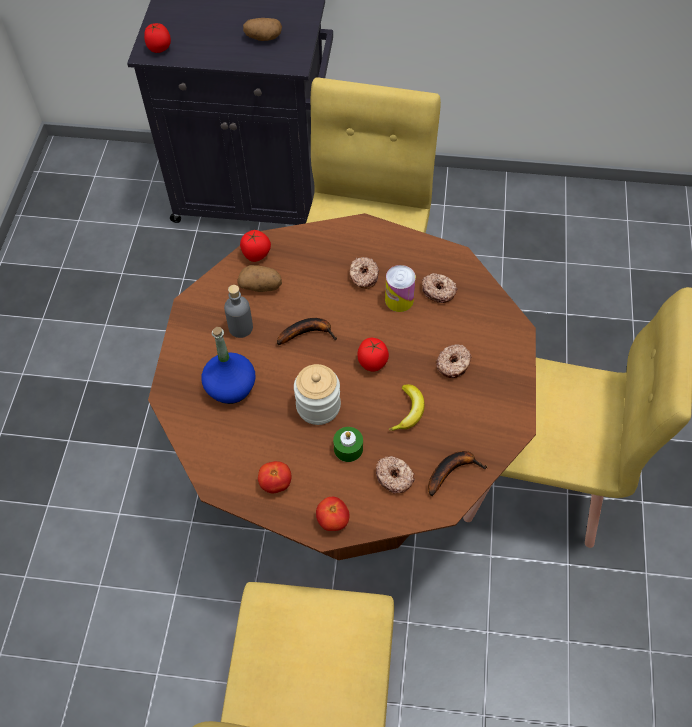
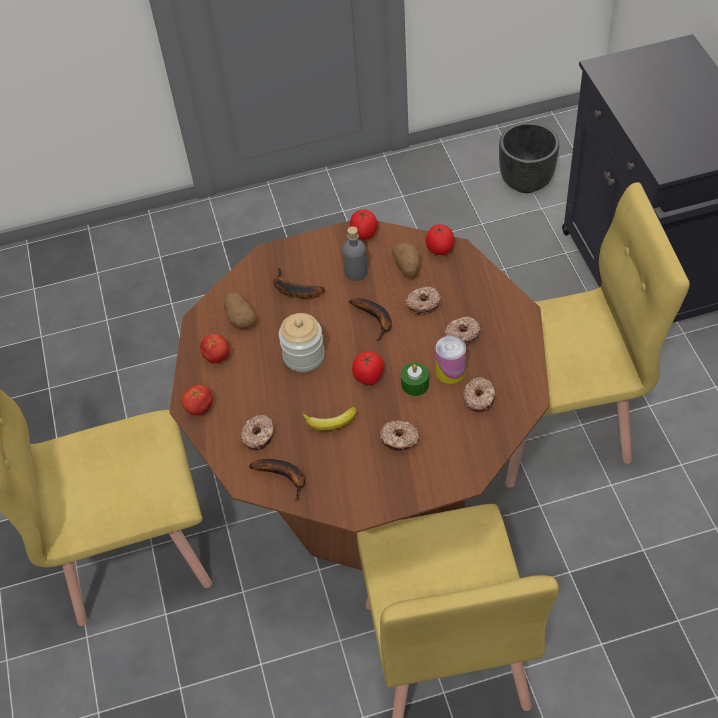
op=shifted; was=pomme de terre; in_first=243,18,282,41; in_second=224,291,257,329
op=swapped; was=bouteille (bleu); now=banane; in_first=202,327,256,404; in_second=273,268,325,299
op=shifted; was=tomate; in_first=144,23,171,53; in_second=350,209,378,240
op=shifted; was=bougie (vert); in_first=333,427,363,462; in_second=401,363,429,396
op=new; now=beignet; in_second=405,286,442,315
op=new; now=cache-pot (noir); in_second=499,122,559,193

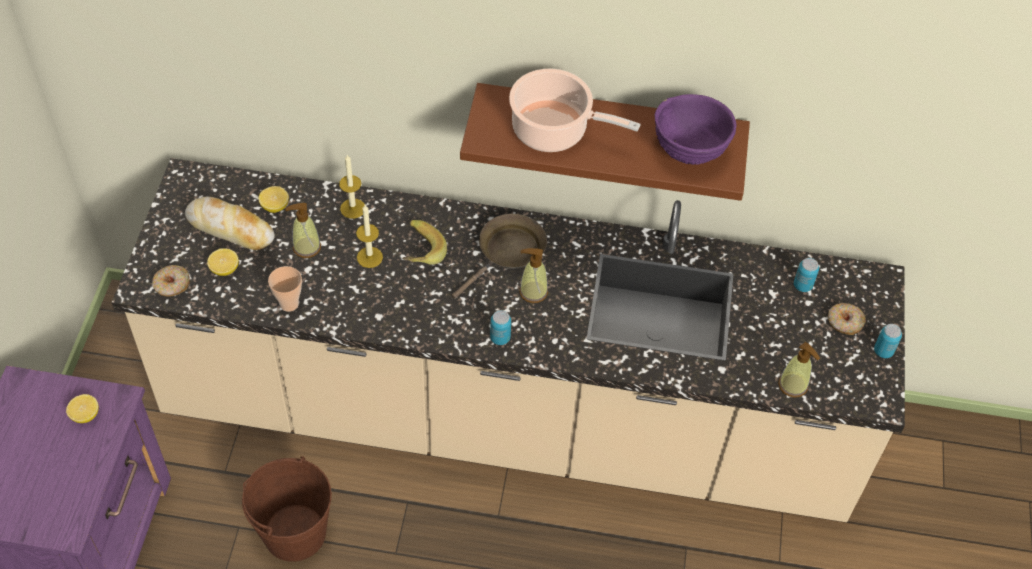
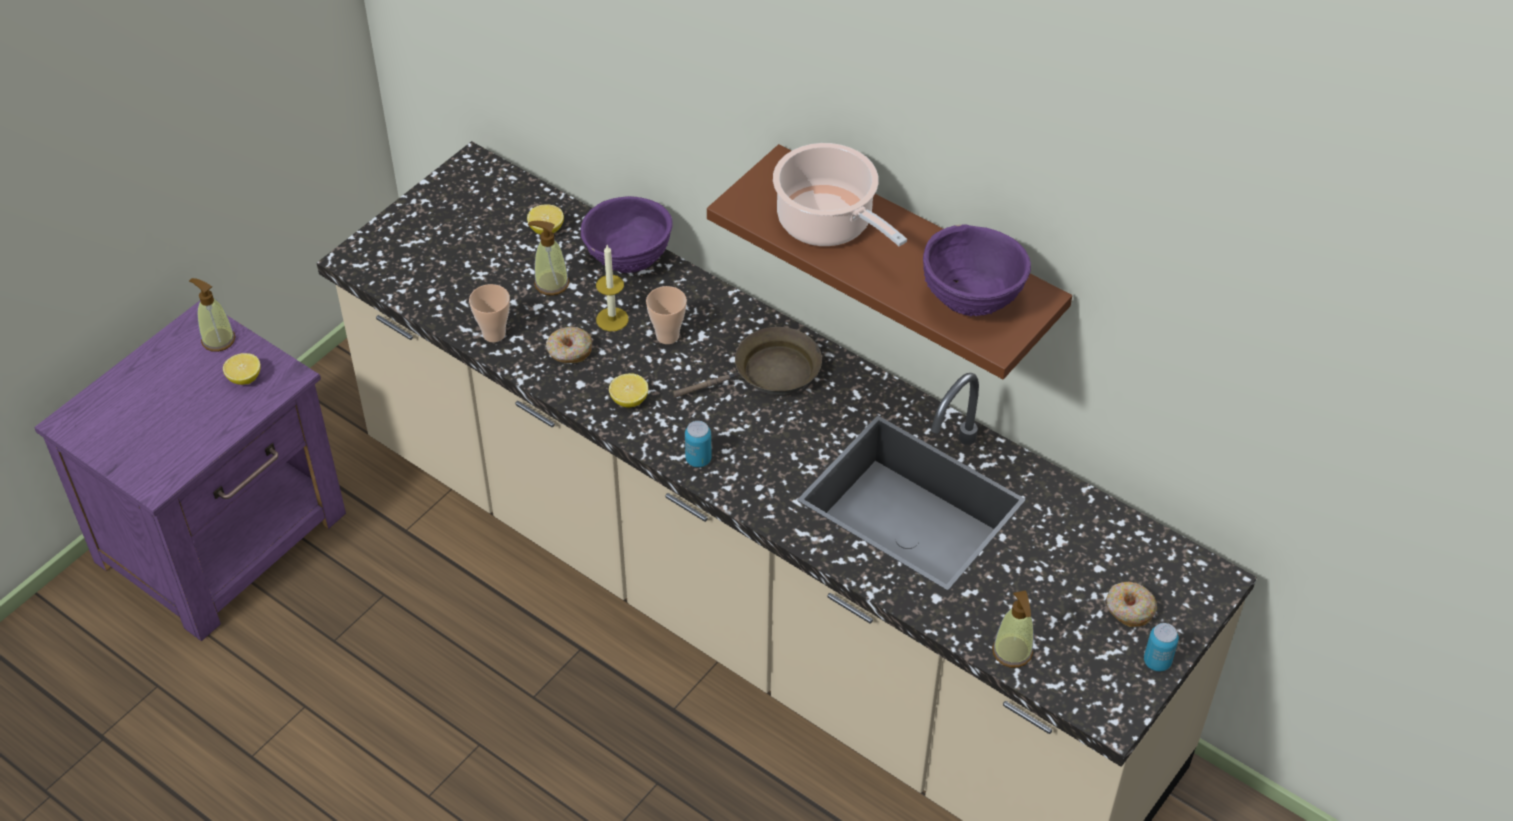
op=shifted; was=distributeur de savon; in_first=519,248,548,303; in_second=189,278,235,352
op=shifted; was=beignet; in_first=152,265,190,297; in_second=546,327,593,363
op=swapped; was=bougie; now=bol (violet); in_first=339,155,365,219; in_second=581,196,673,273
op=shifted; was=citron; in_first=207,248,239,276; in_second=609,373,648,407
op=swapped; was=banane; now=tasse; in_first=402,220,447,265; in_second=646,286,687,344
op=gone; was=pain; in_first=185,196,275,250
op=gone; was=seau (marron); in_first=242,456,332,562
op=gone; was=boîte métallique; in_first=794,258,819,292

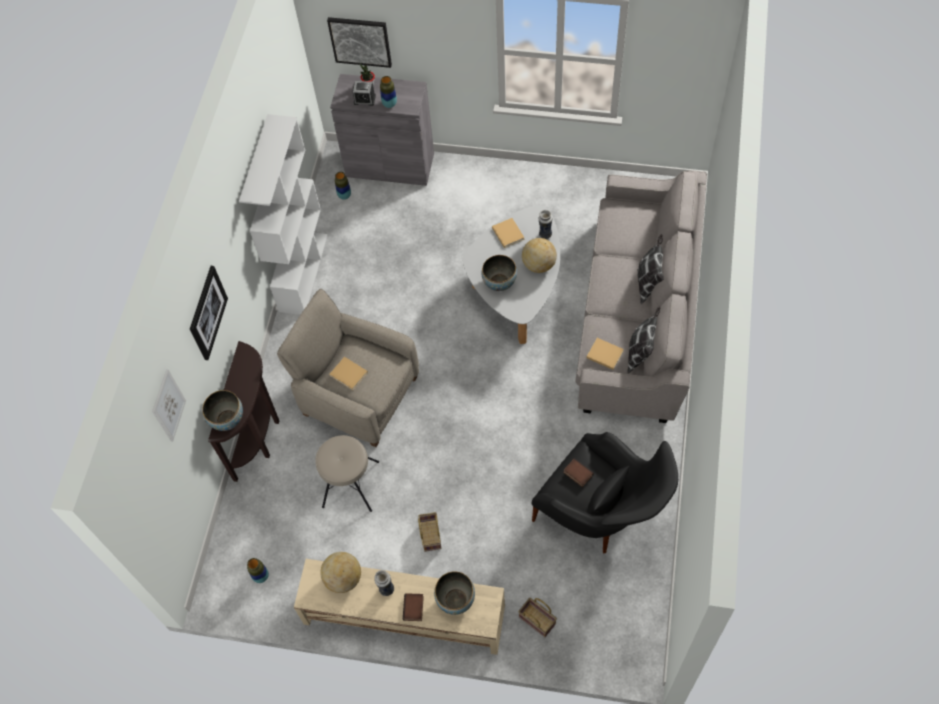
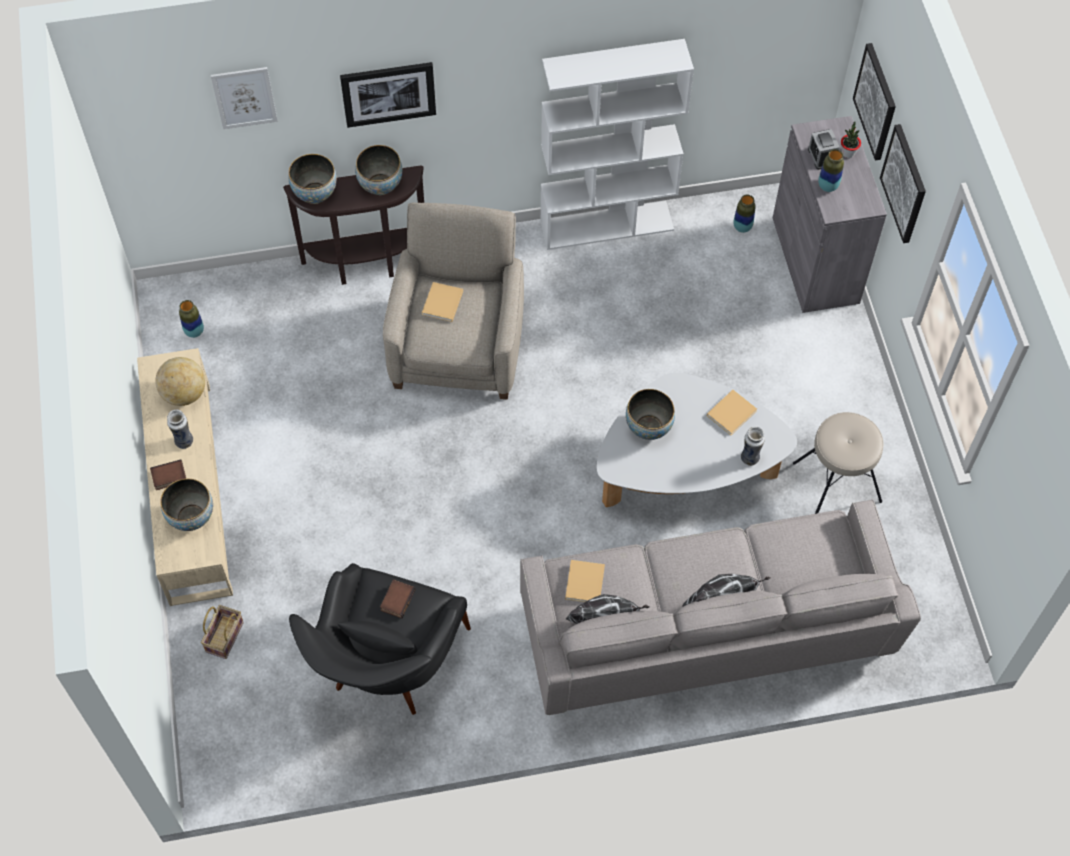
op=new; now=bol; in_second=355,145,403,195
op=shifted; was=tabouret (beige); in_first=315,435,379,512; in_second=793,412,883,514
op=new; now=tableau; in_second=880,124,926,243
op=gone; was=panier; in_first=418,512,441,552
op=gone; was=globe; in_first=522,238,557,273

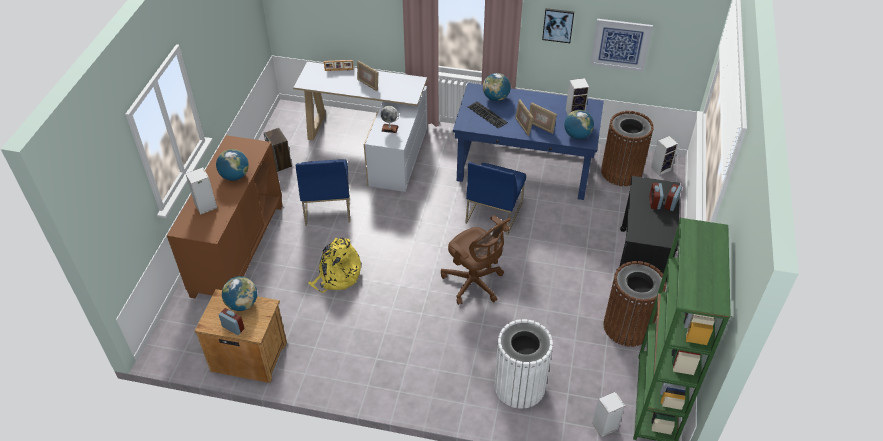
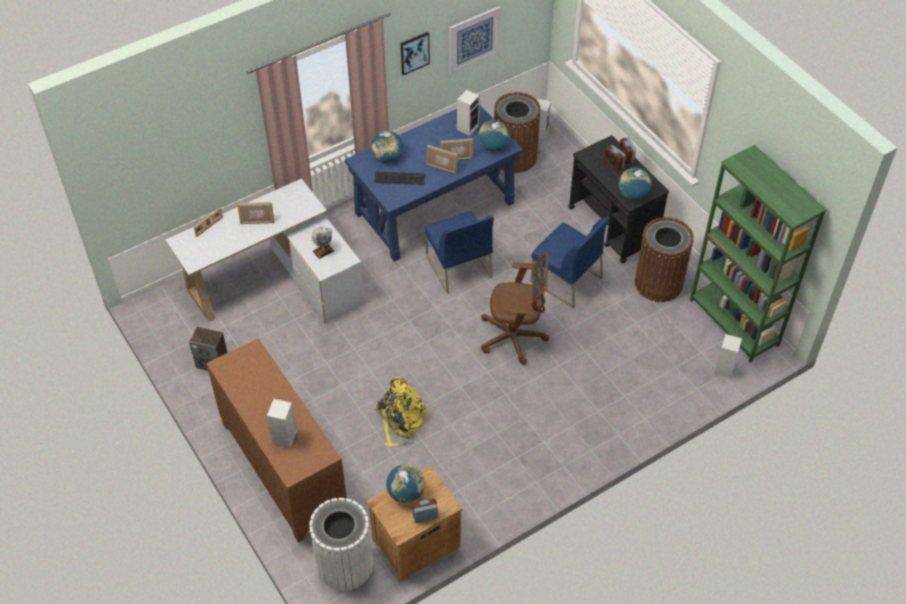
op=shifted; was=poubelle (blanc); in_first=494,319,553,409; in_second=309,498,373,591
op=shifted; was=chaise (bleu); in_first=296,159,350,226; in_second=531,217,610,308
op=shifted; was=globe; in_first=216,149,249,181; in_second=619,168,652,200

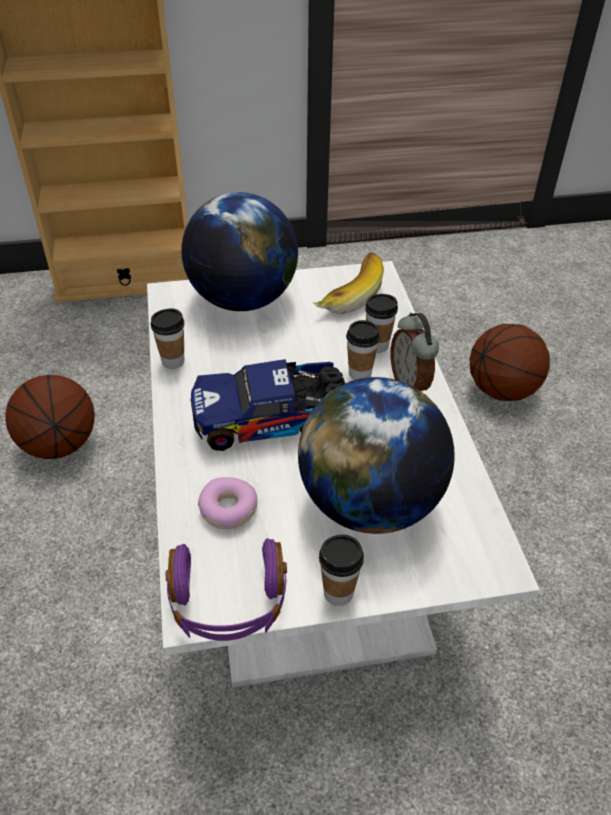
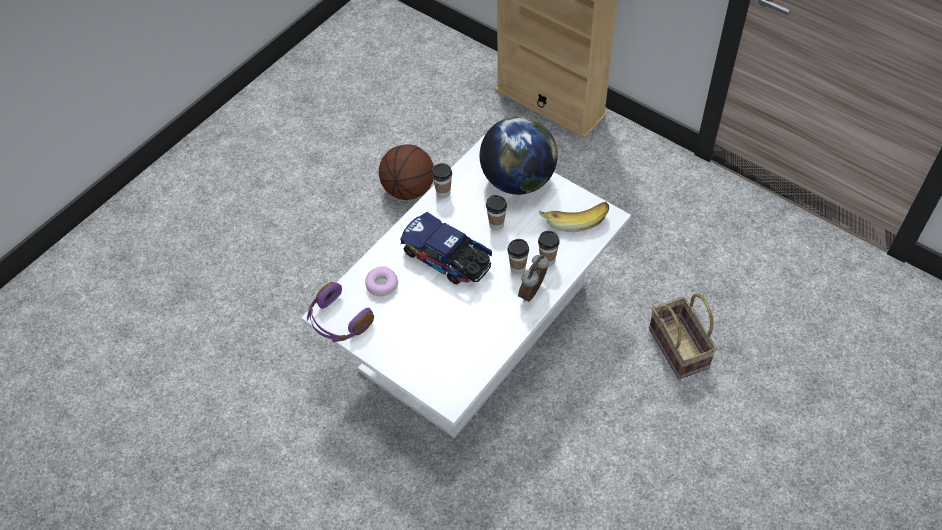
op=shifted; was=tasse; in_first=319,534,364,606; in_second=486,195,507,230
op=swapped; was=ballon de basket; now=panier; in_first=469,324,550,401; in_second=649,293,717,380
op=gone; was=globe; in_first=298,377,455,534

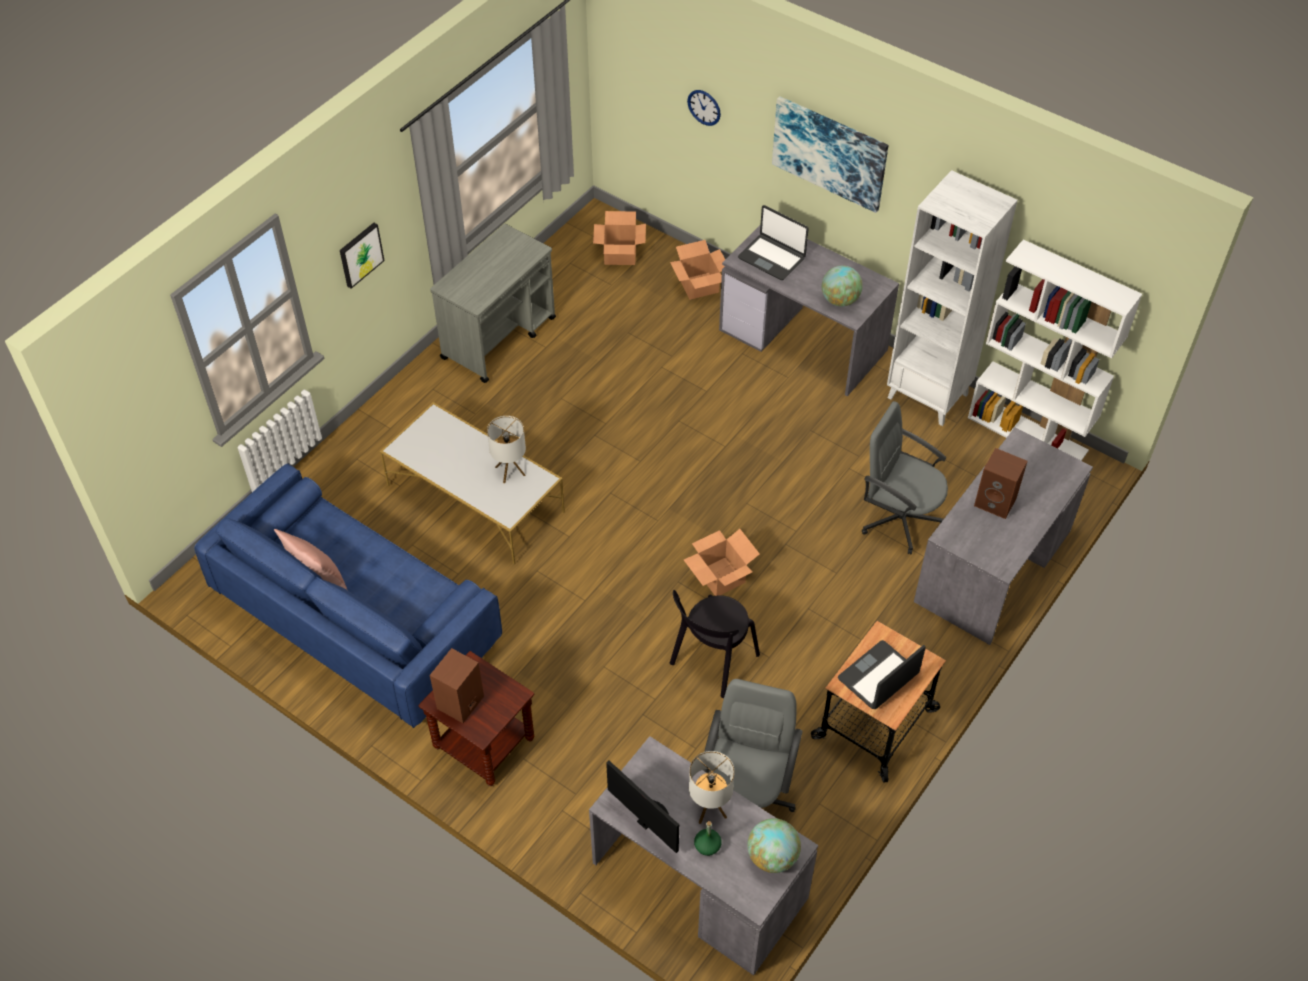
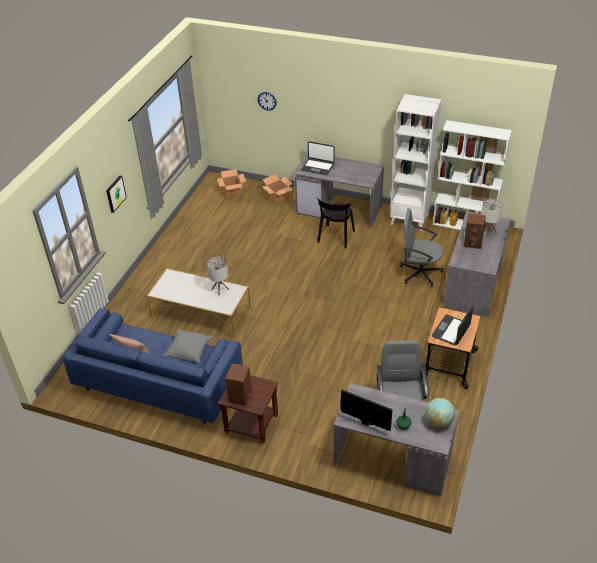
op=new; now=coussin (gris); in_second=163,329,213,363
op=shifted; was=chaise (noir); in_first=670,590,760,698; in_second=316,196,355,248
op=shifted; was=lampe de table; in_first=689,751,735,824; in_second=481,198,503,237
op=gone; was=chariot (gris); in_first=430,224,556,383
op=gone; was=carton; in_first=684,529,760,596
op=gone; was=tableau; in_first=772,96,888,213
op=gone; was=globe; in_first=822,265,863,307

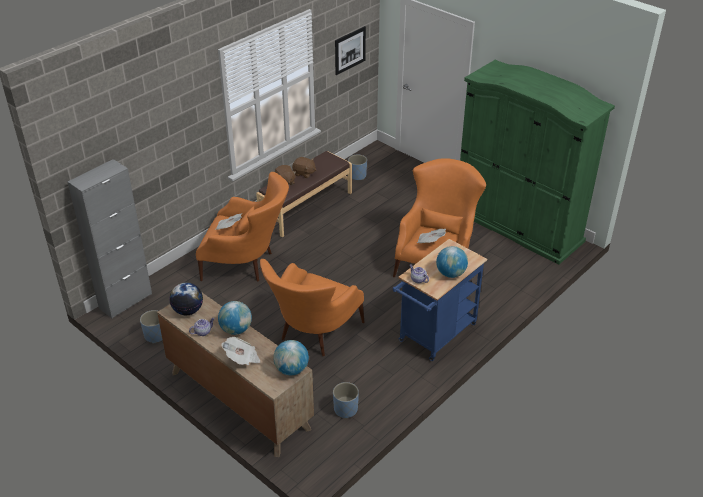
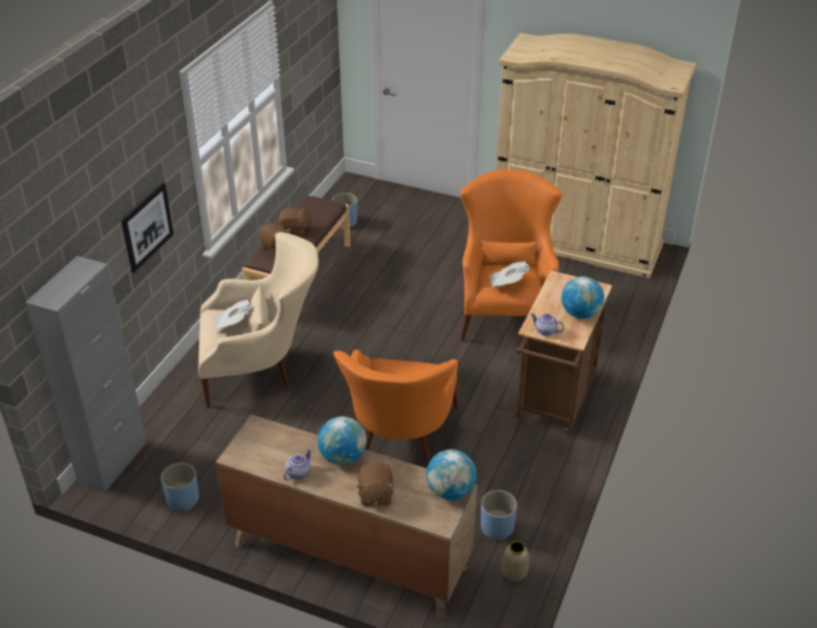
op=shifted; was=tableau; in_first=335,26,366,75; in_second=121,182,174,273
op=repainted; was=fauteuil (orange); now=fauteuil (beige); in_first=196,172,289,282; in_second=198,232,319,407
op=swapped; was=journal; now=peluche (marron); in_first=221,337,261,365; in_second=356,462,395,506
op=repainted; was=armoire (vert); now=armoire (beige); in_first=460,60,615,265; in_second=496,33,697,278
op=new; now=vase; in_second=502,541,529,582
op=repainted; was=chariot (bleu); now=chariot (marron); in_first=392,239,487,361; in_second=513,271,612,435
op=gone; was=globe; in_first=169,283,203,315

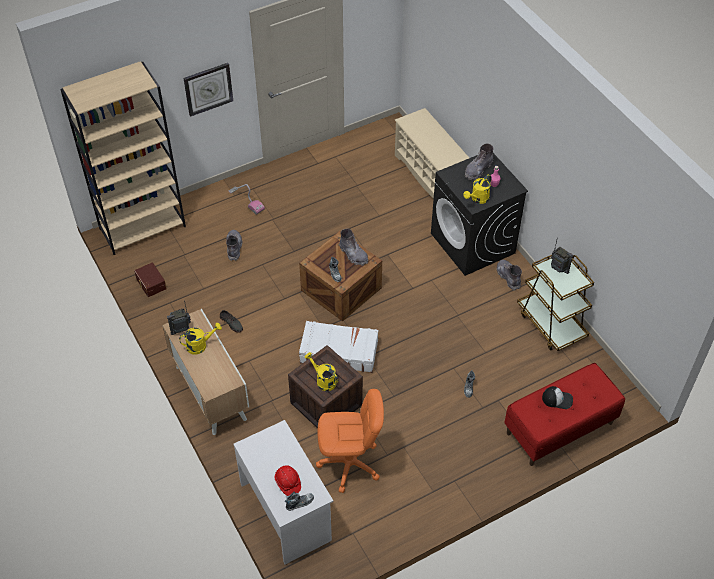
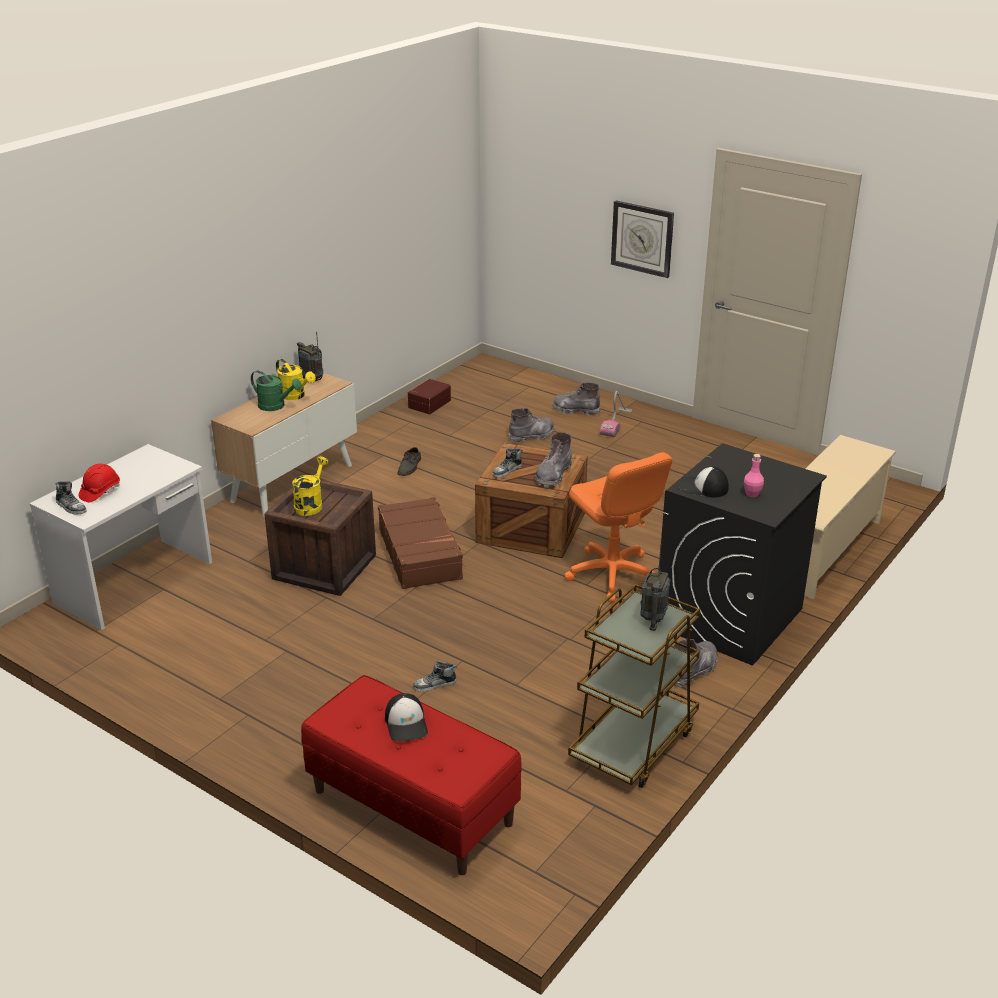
op=new; now=arrosoir (vert); in_second=251,371,302,411
op=repainted; was=valise (blanc); now=valise (marron); in_first=299,321,378,373; in_second=378,497,465,589
op=shifted; was=botte (gris); in_first=465,143,494,180; in_second=552,382,601,416
op=shifted; was=chaise de bureau (orange); in_first=316,389,384,493; in_second=564,452,672,602
op=swapped; was=arrosoir (jaune); now=casquette; in_first=463,174,492,204; in_second=679,467,729,497
op=gone; was=bibliothèque (beige); in_first=60,61,186,255

